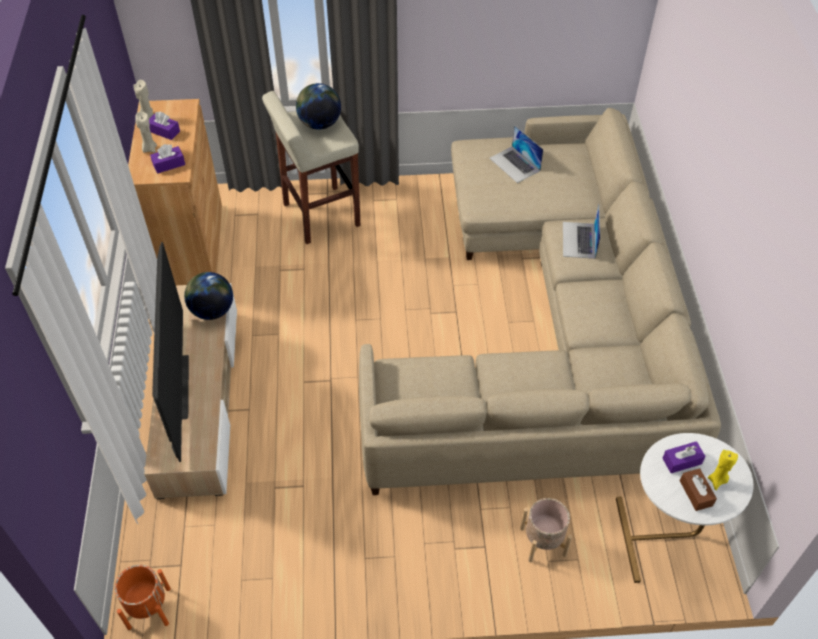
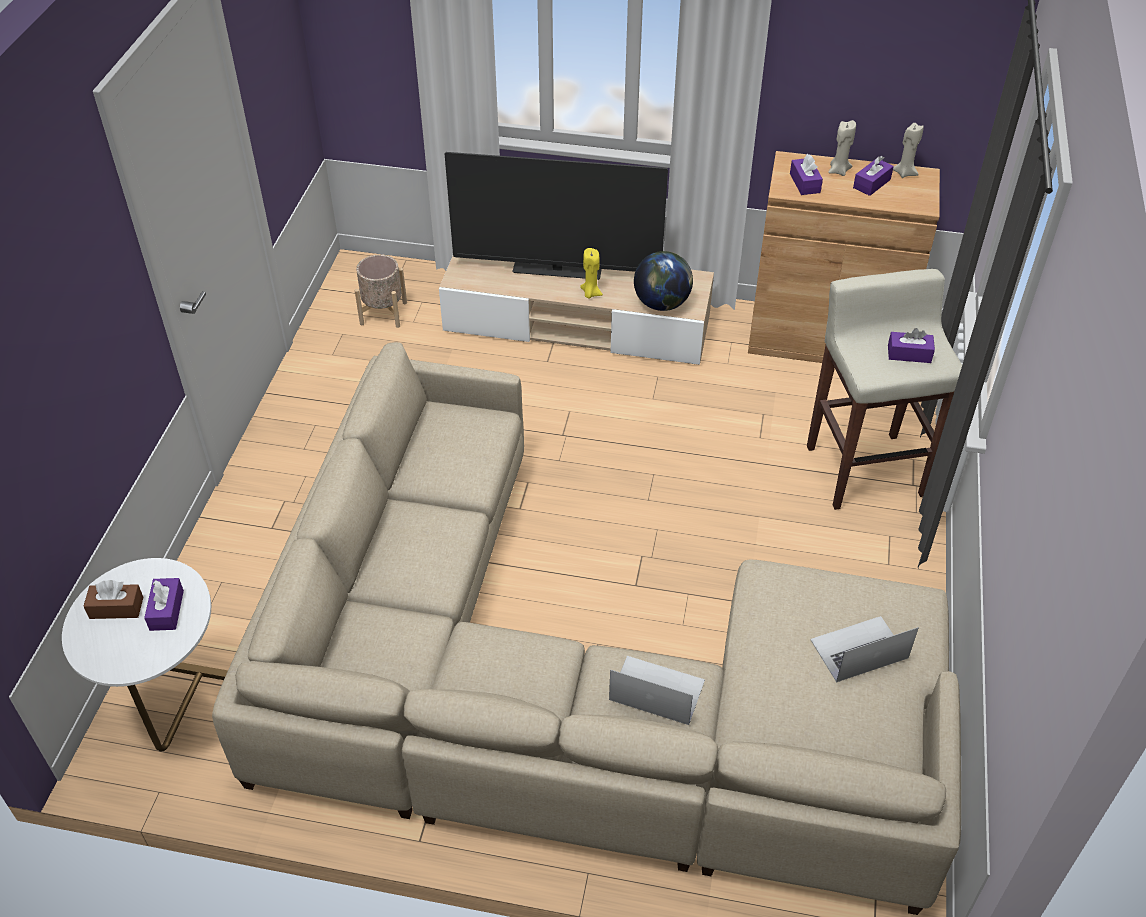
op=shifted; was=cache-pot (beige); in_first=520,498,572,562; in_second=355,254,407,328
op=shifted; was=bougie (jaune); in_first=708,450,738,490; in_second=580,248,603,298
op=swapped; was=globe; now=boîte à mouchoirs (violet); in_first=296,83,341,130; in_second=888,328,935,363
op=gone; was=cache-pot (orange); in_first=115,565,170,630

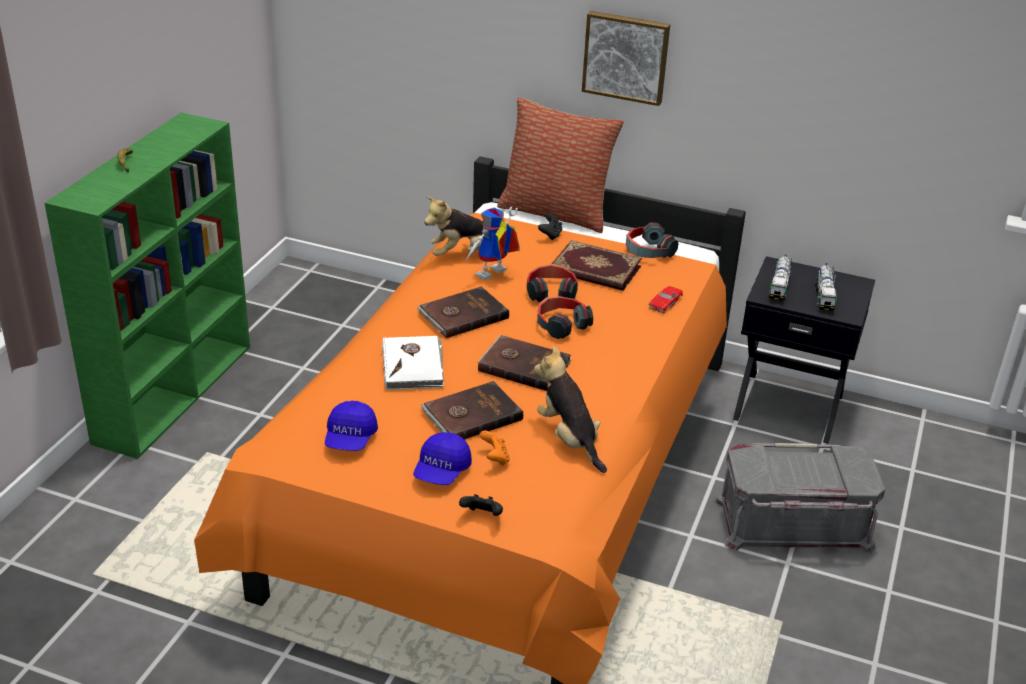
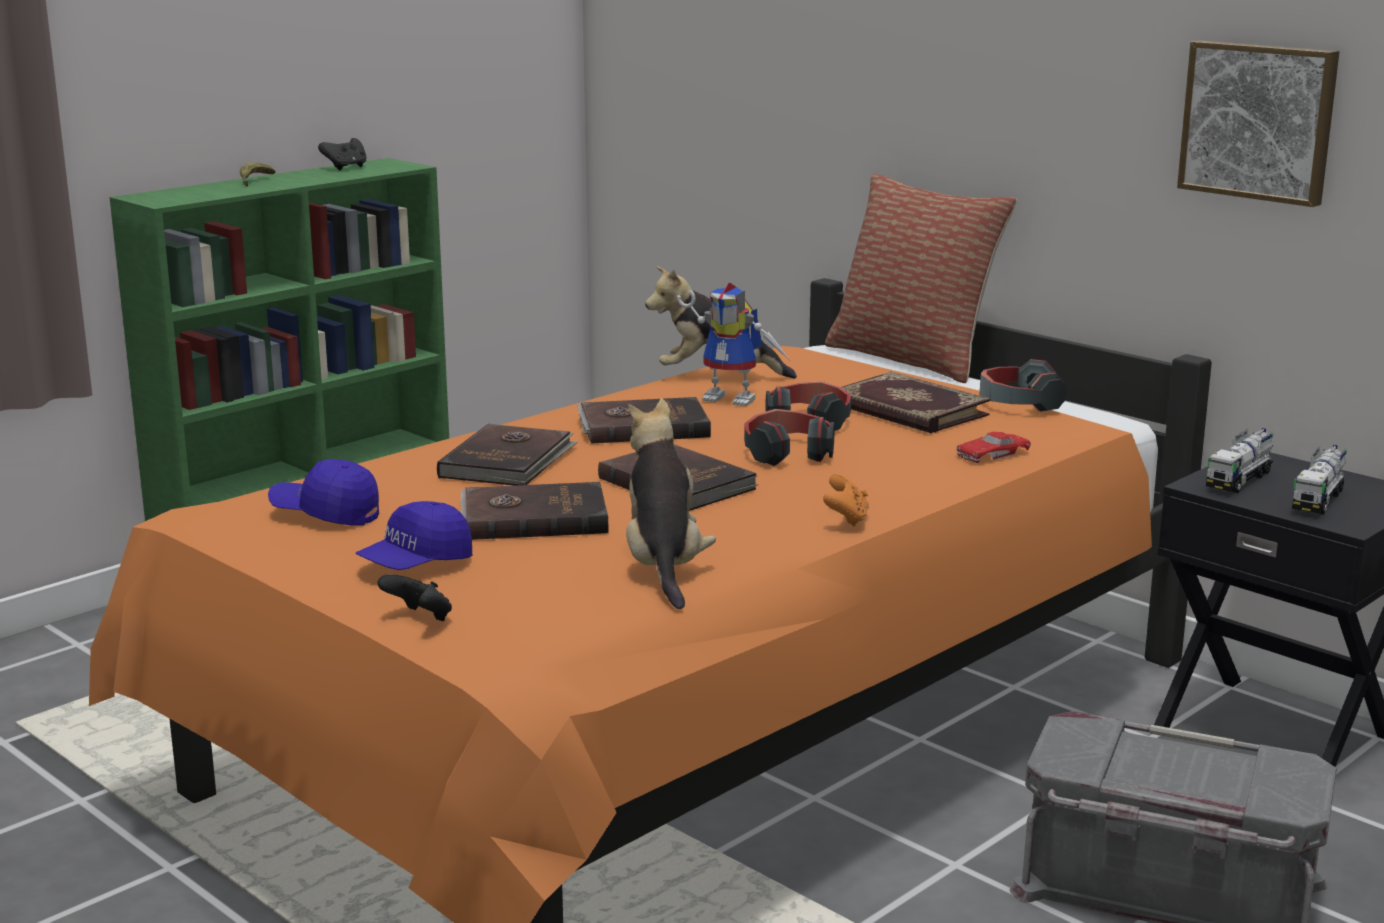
op=rotated; was=casquette (bleu); in_first=325,401,378,451; in_second=268,459,379,526; clockwise=75
op=shifted; was=manette (noir); in_first=538,213,562,240; in_second=318,138,367,170
op=repainted; was=livre (blanc); now=livre (marron); in_first=382,335,444,390; in_second=437,424,578,486
op=rotated; was=robot jouet; in_first=465,207,520,280; in_second=677,283,790,406; clockwise=-135
op=shifted; was=manette (orange); in_first=480,431,510,466; in_second=823,474,869,526
op=shifted; was=tableau; in_first=582,11,670,106; in_second=1177,40,1340,207

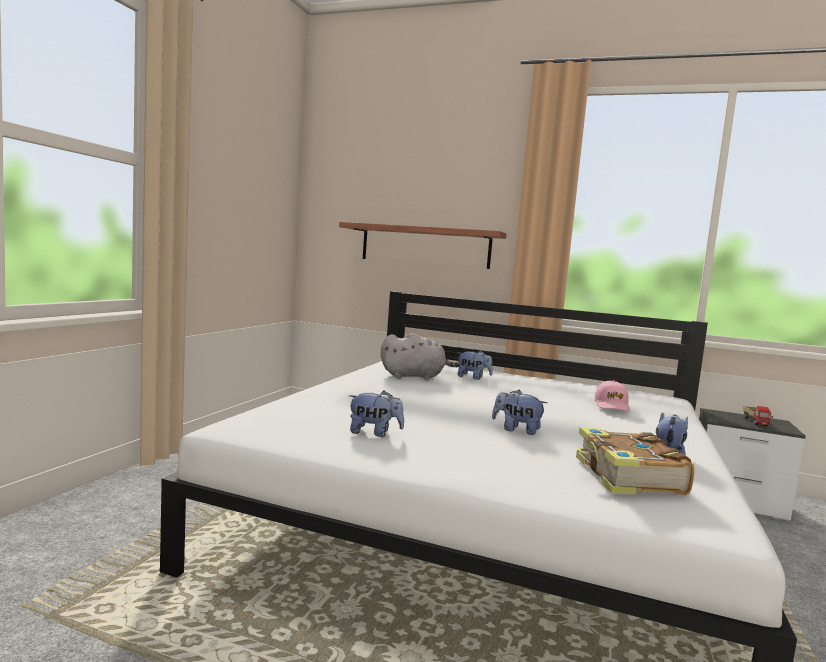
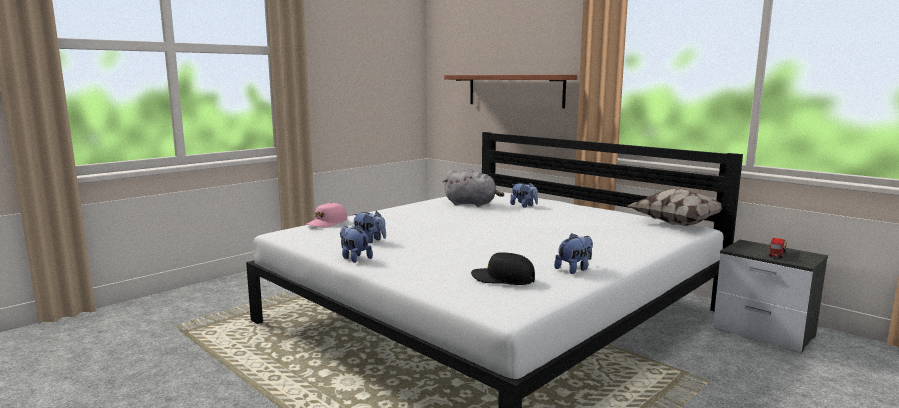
op=shifted; was=casquette (rose); in_first=594,380,630,411; in_second=306,203,347,228
op=shifted; was=peluche; in_first=492,390,547,435; in_second=340,224,373,263
op=swapped; was=livre; now=casquette (noir); in_first=576,427,695,495; in_second=471,252,535,285
op=new; now=coussin; in_second=628,188,723,226

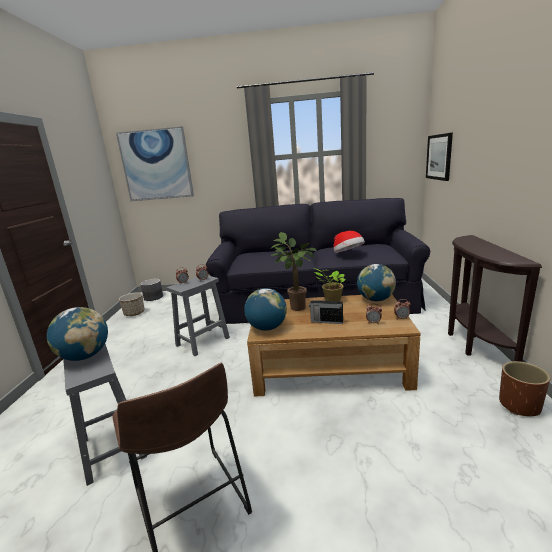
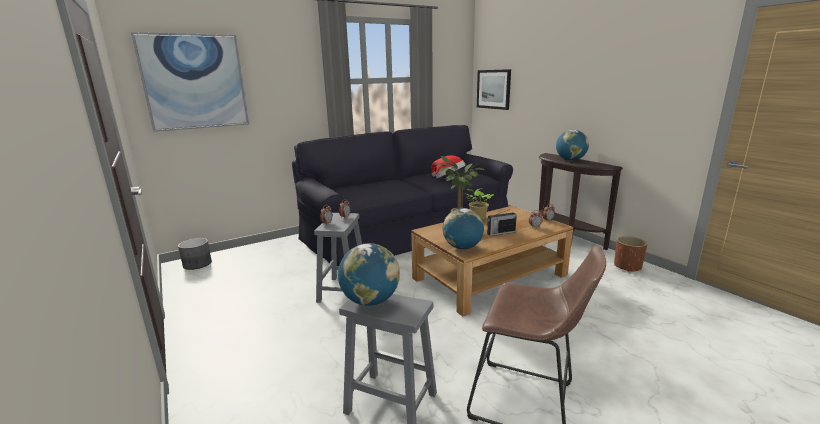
op=shifted; was=globe; in_first=357,264,396,301; in_second=556,130,589,161
op=gone; was=cache-pot; in_first=119,292,145,316

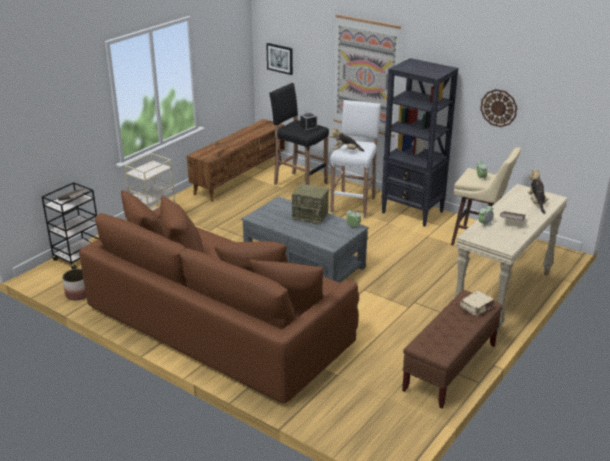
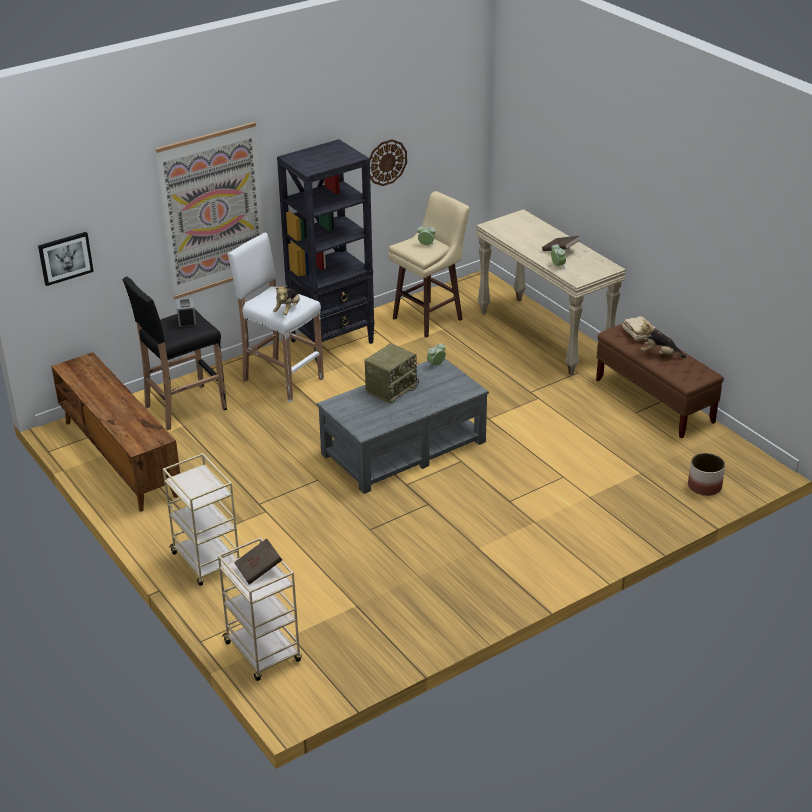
op=repainted; was=chariot (noir); now=chariot (beige); in_first=42,182,100,269; in_second=218,537,302,681
op=shifted; was=peluche; in_first=528,169,549,214; in_second=638,320,687,358
op=shifted; was=cache-pot; in_first=62,269,86,301; in_second=688,453,725,496
op=gone; was=canapé (marron); in_first=79,190,359,403

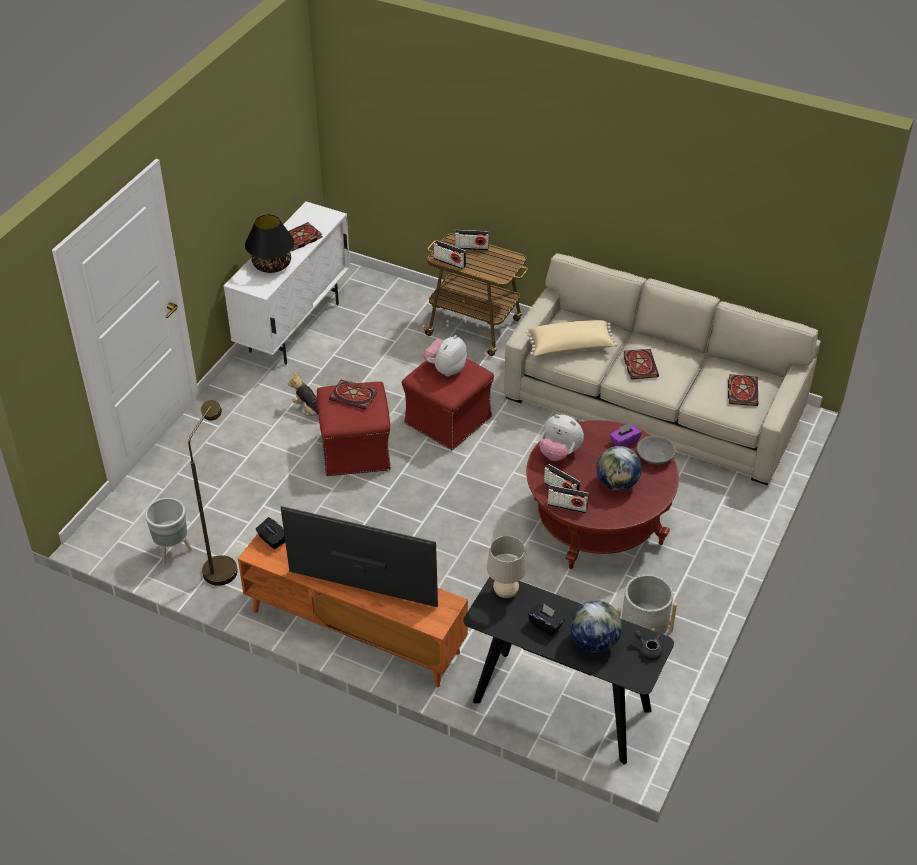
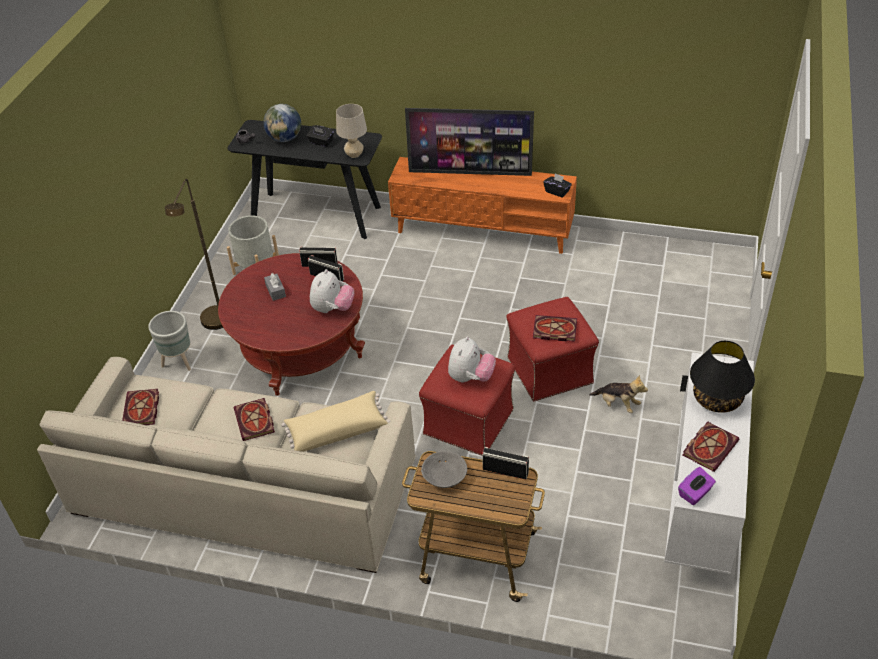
op=shifted; was=cache-pot (gris); in_first=145,498,192,565; in_second=148,311,191,371
op=shifted; was=lampadaire (marron); in_first=188,400,238,586; in_second=165,179,223,330
op=swapped; was=globe; now=boîte à mouchoirs (gris); in_first=597,446,642,491; in_second=264,273,286,301
op=rotated; was=peluche; in_first=539,414,584,461; in_second=310,269,354,313; clockwise=90
op=shifted; was=bol (gris); in_first=637,436,676,465; in_second=421,451,467,488
op=shifted; was=boîte à mouchoirs (violet); in_first=610,423,642,447; in_second=678,467,716,505
op=gone; was=radio; in_first=455,230,489,250

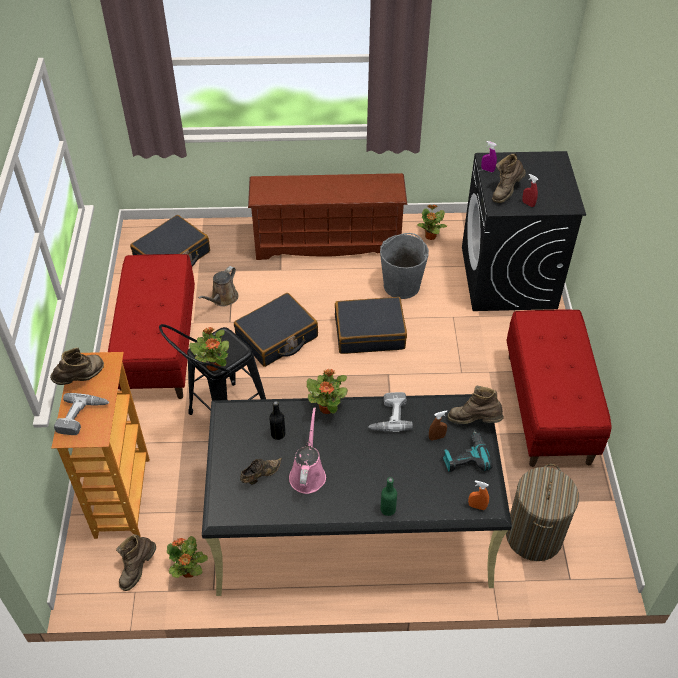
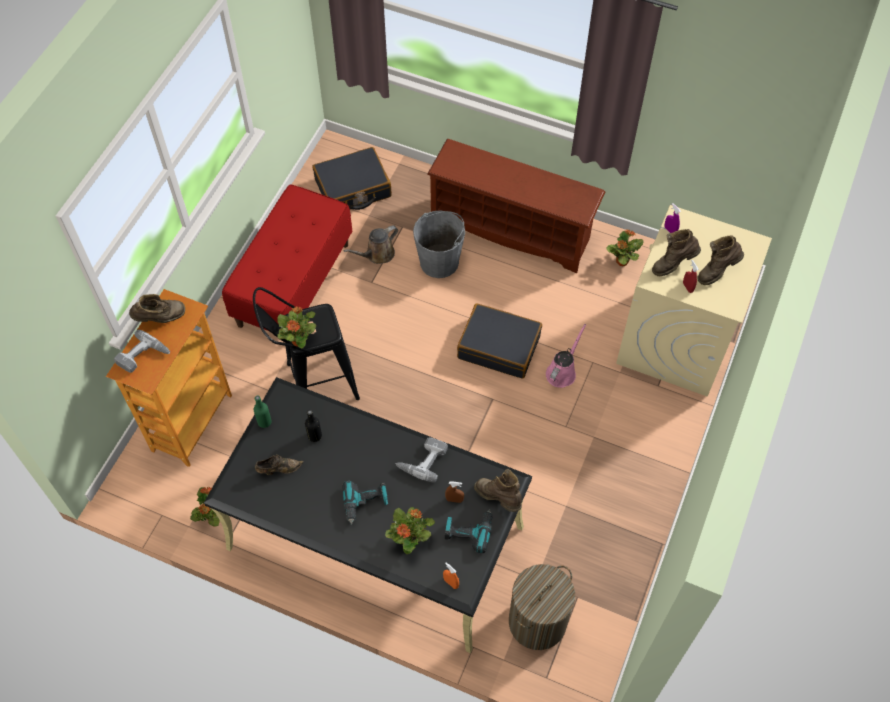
op=shifted; was=bouteille (vert); in_first=380,477,397,516; in_second=254,396,272,428
op=new; now=perceuse; in_second=342,481,388,525
op=shifted; was=plante en pot; in_first=307,369,348,414; in_second=385,507,435,554
op=shifted; was=seau (gris); in_first=380,233,429,299; in_second=413,210,465,278
op=shifted; was=arrosoir (rose); in_first=289,408,326,494; in_second=546,324,587,388
op=repainted; was=lave-linge (noir); now=lave-linge (beige); in_first=462,151,586,311; in_second=616,205,772,397
op=shifted; was=botte (marron); in_first=116,534,156,591; in_second=698,235,744,285
op=gone; was=valise (noir); in_first=234,293,318,367
op=gone; was=banc (rouge); in_first=506,309,612,467

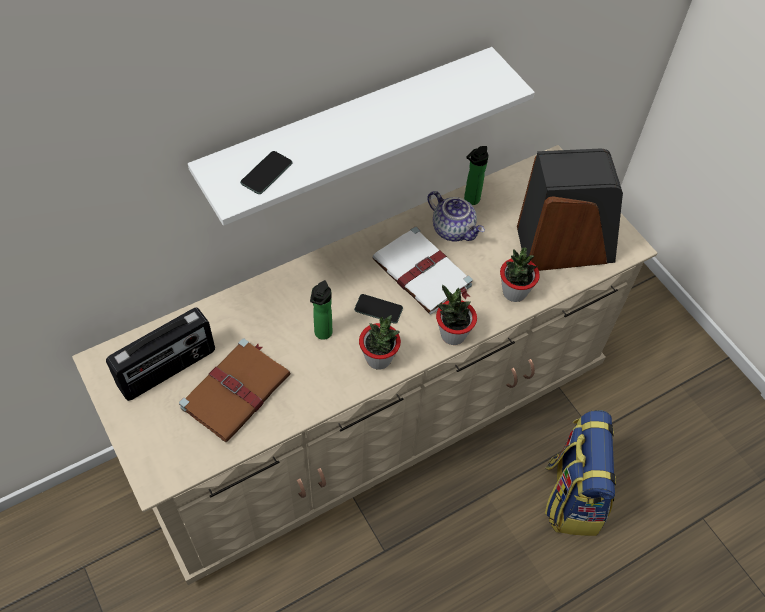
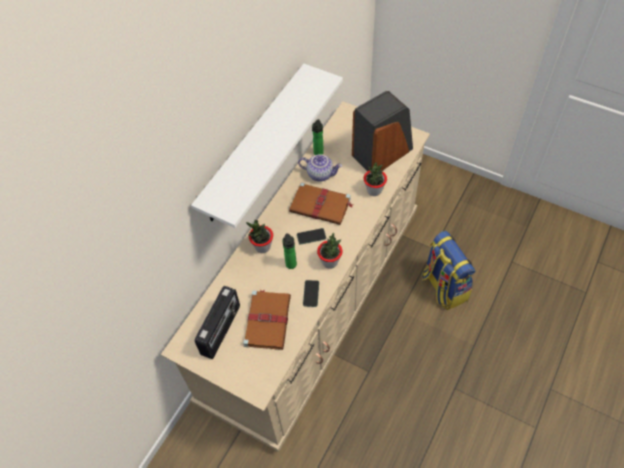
op=shifted; was=plante en pot; in_first=436,285,477,345; in_second=246,220,273,253
op=repainted; was=livre (blanc); now=livre (marron); in_first=372,227,472,314; in_second=289,182,353,225
op=shifted; was=téléphone; in_first=240,151,293,194; in_second=303,280,319,307

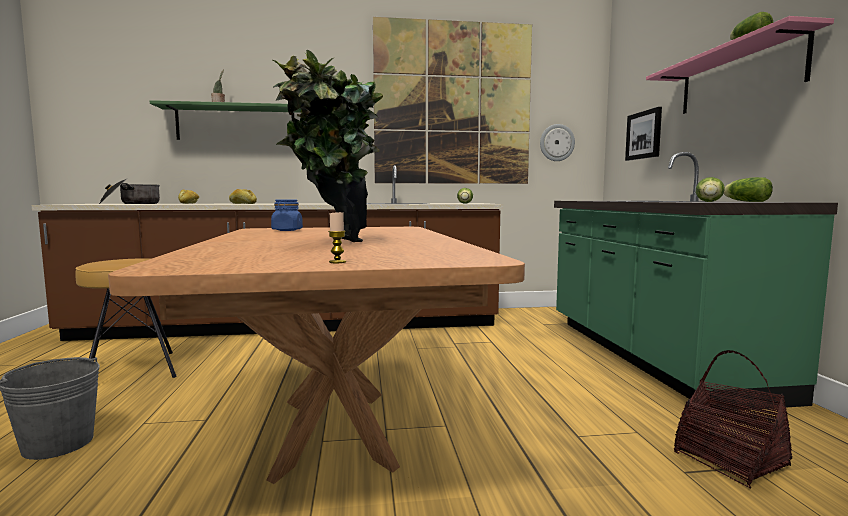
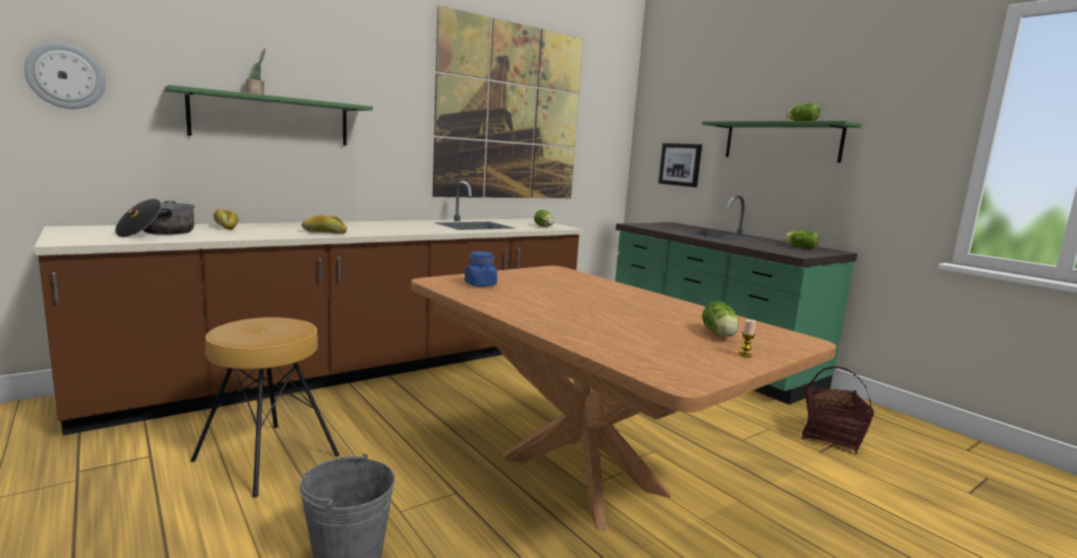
op=shifted; was=horloge murale; in_first=540,124,575,161; in_second=24,42,105,109
op=repainted; was=étagère (rose); now=étagère (vert); in_first=646,16,834,114; in_second=702,121,862,163
op=shifted; was=laitue; in_first=696,177,725,202; in_second=702,301,739,337
op=gone; was=plante en pot; in_first=273,50,383,242

